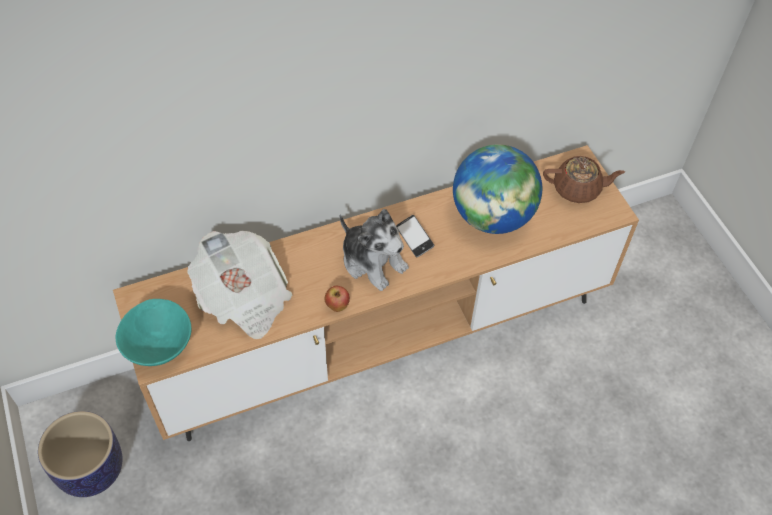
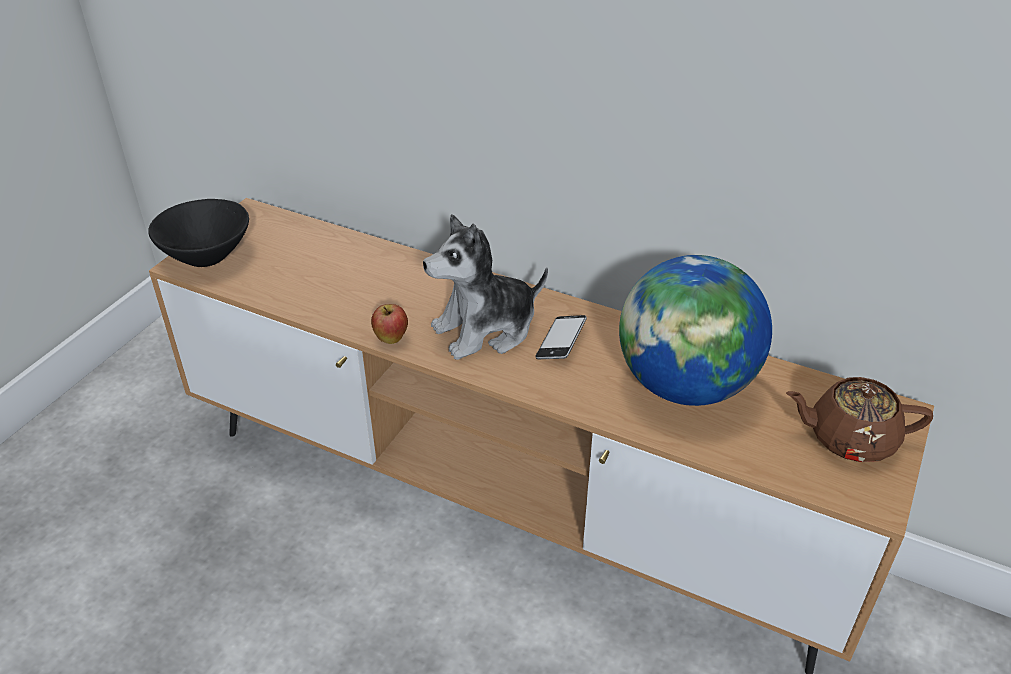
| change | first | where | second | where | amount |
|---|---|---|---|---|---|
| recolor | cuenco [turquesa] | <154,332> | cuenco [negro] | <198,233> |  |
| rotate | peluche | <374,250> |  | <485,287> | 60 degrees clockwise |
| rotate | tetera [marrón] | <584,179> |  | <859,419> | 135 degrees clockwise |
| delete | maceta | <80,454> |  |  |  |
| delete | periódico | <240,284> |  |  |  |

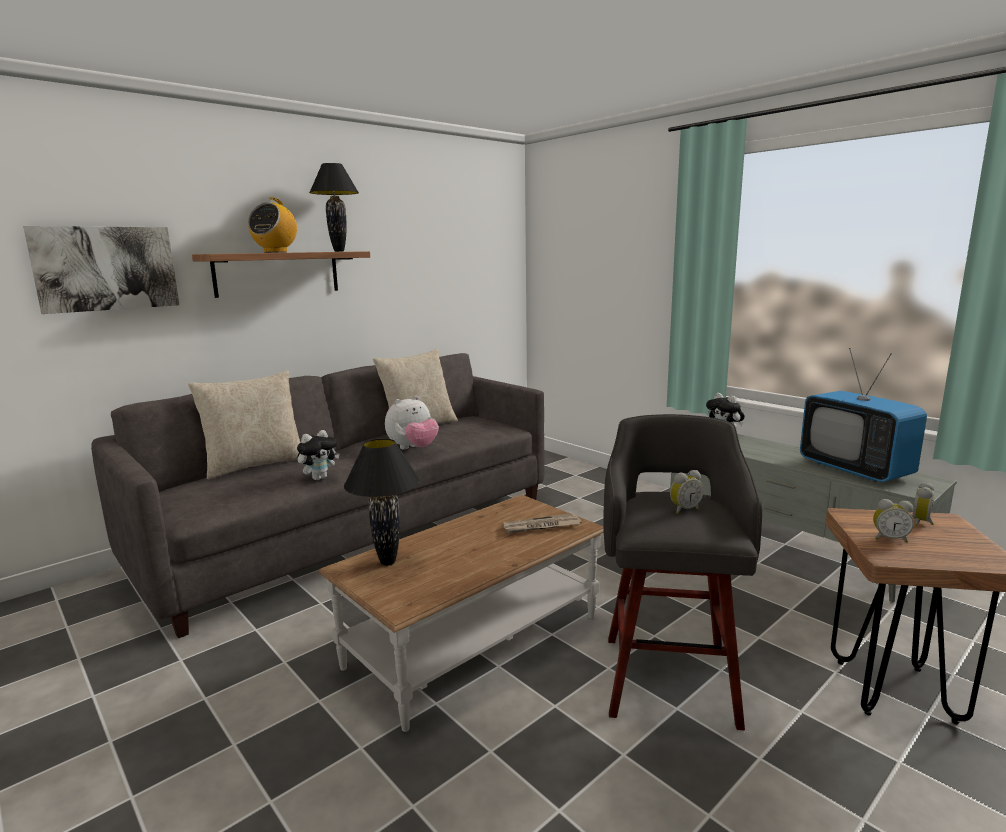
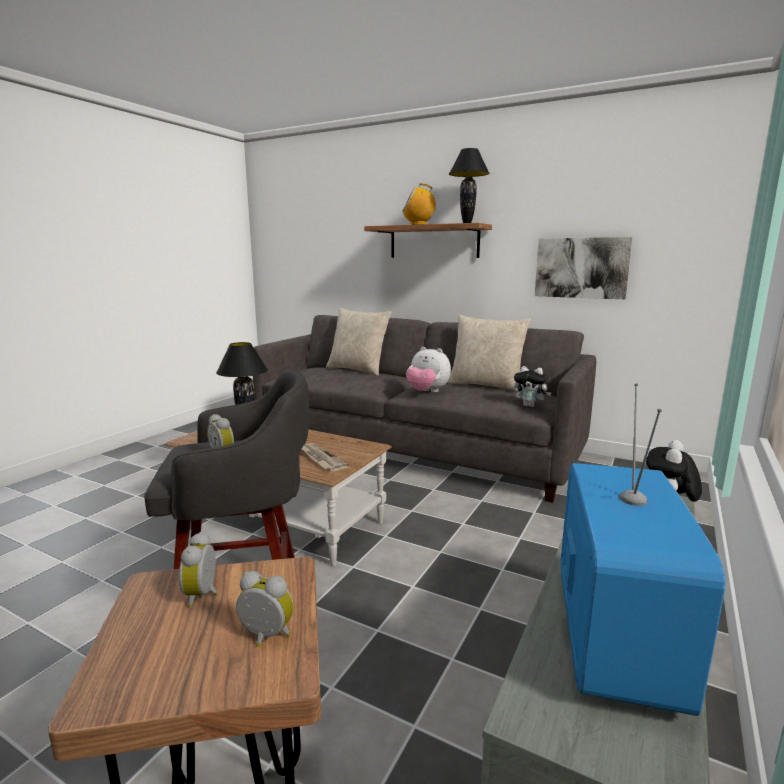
| change | first | where | second | where | amount |
|---|---|---|---|---|---|
| move | peluche | <318,455> |  | <533,386> |  |
| move | cuadro | <101,270> |  | <584,268> |  |
| rotate | televisor | <863,415> |  | <643,550> | 150 degrees clockwise |

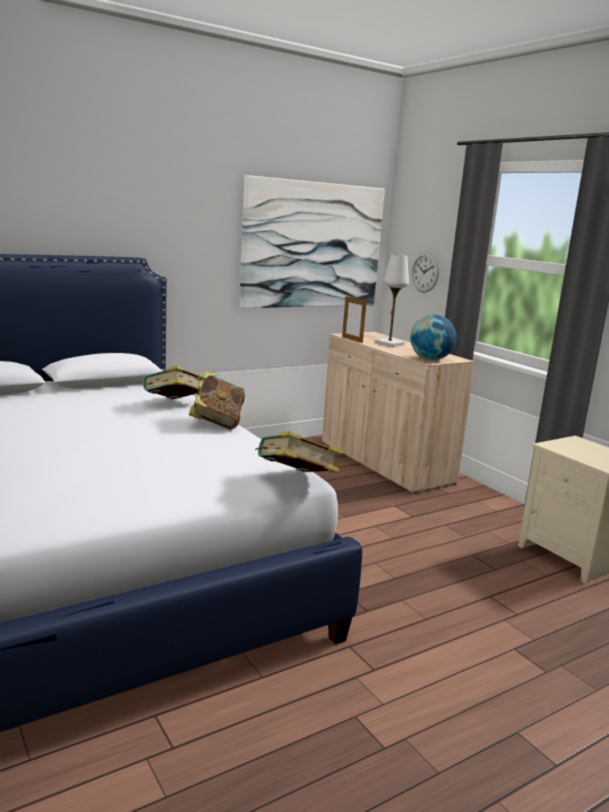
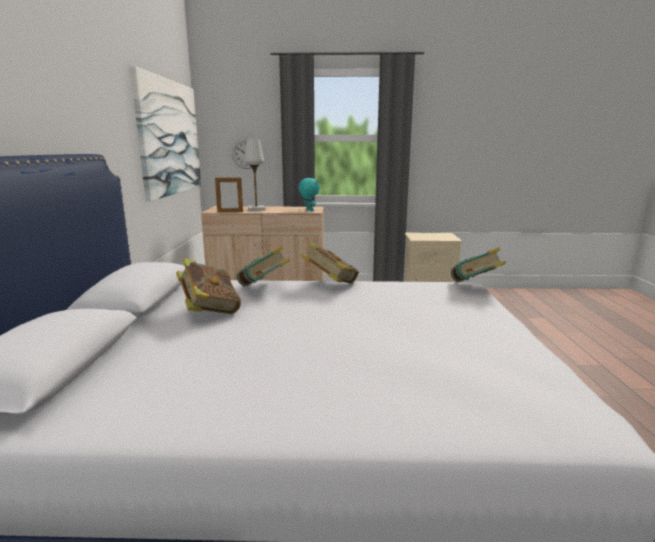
| change | first | where | second | where | amount |
|---|---|---|---|---|---|
| insert |  |  | libro | <208,286> |  |
| replace | globo terráqueo | <433,337> | peluche [turquesa] | <309,194> |  |

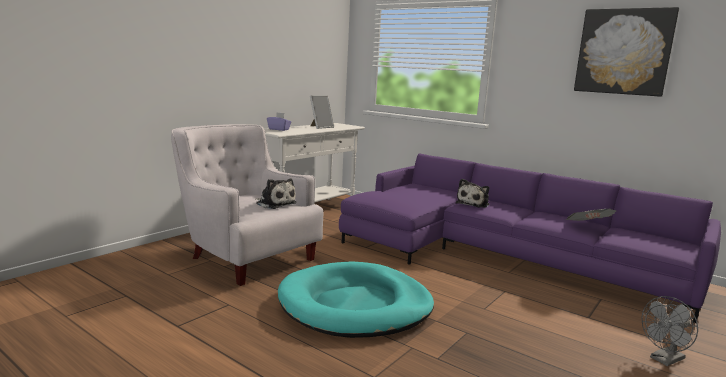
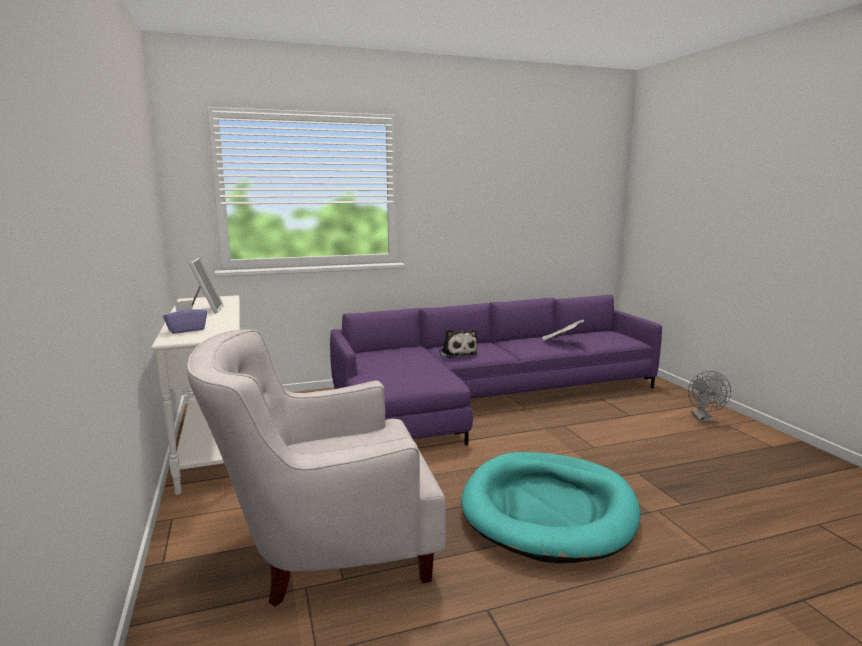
| change | first | where | second | where | amount |
|---|---|---|---|---|---|
| delete | peluche | <276,193> |  |  |  |
| delete | cuadro | <626,52> |  |  |  |

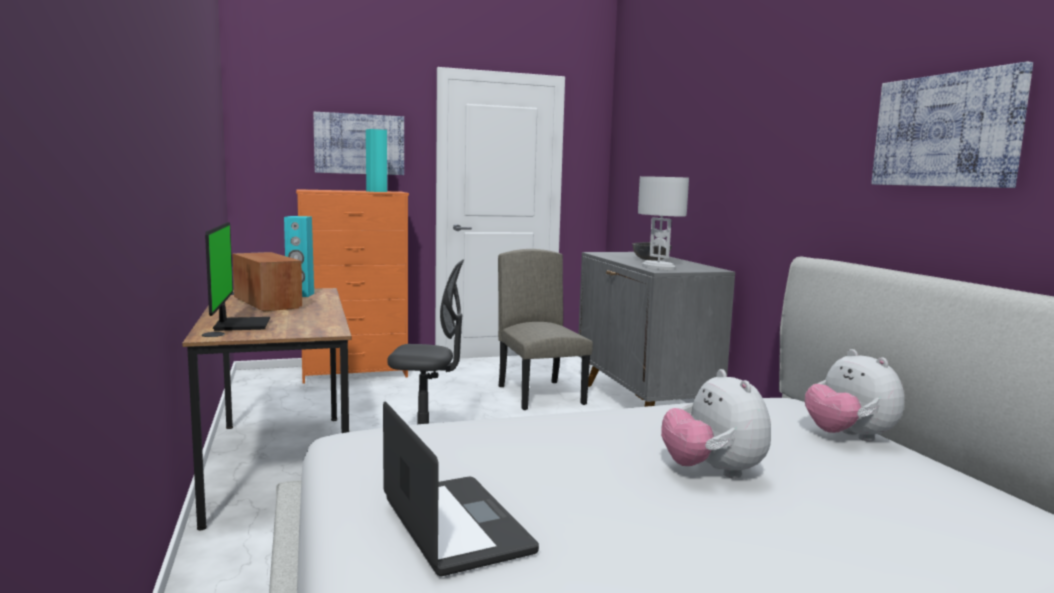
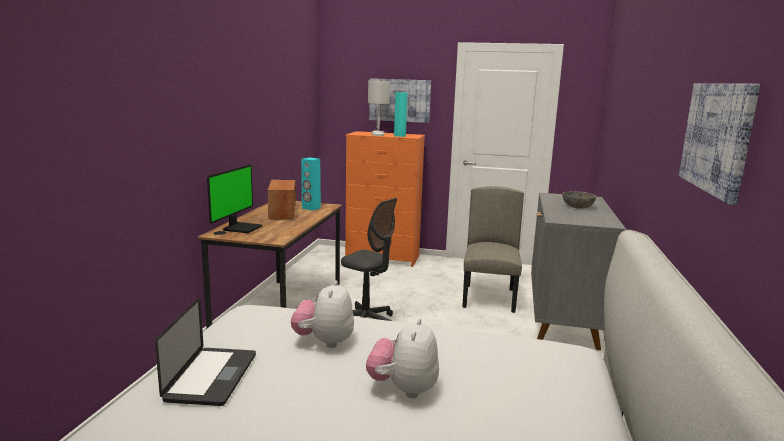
| change | first | where | second | where | amount |
|---|---|---|---|---|---|
| move | peluche | <854,395> |  | <322,314> |  |
| move | lámpara de mesa [blanco] | <663,223> |  | <379,108> |  |

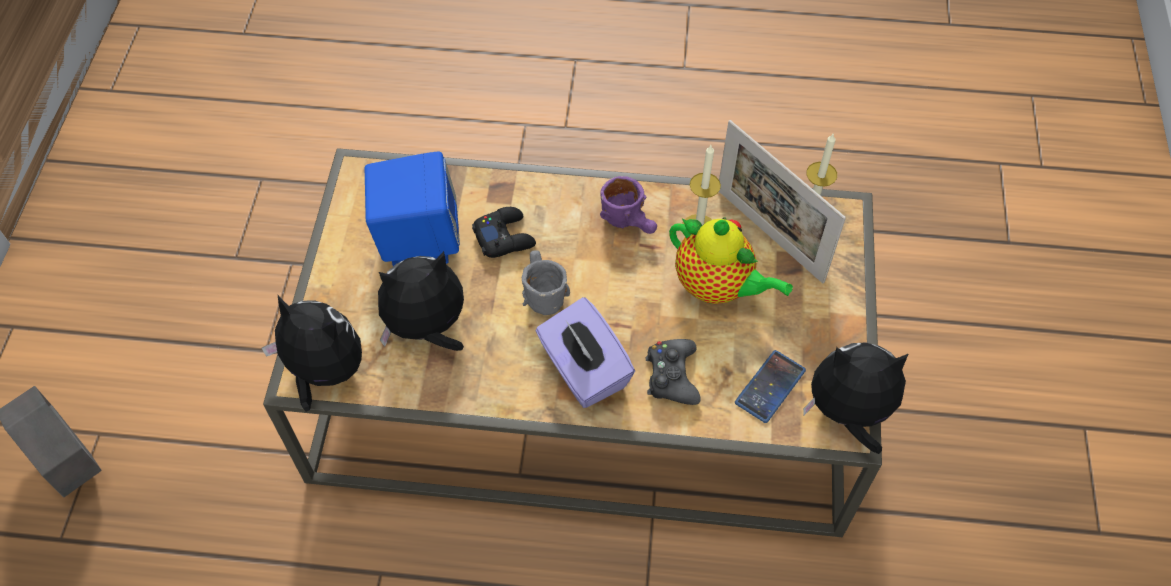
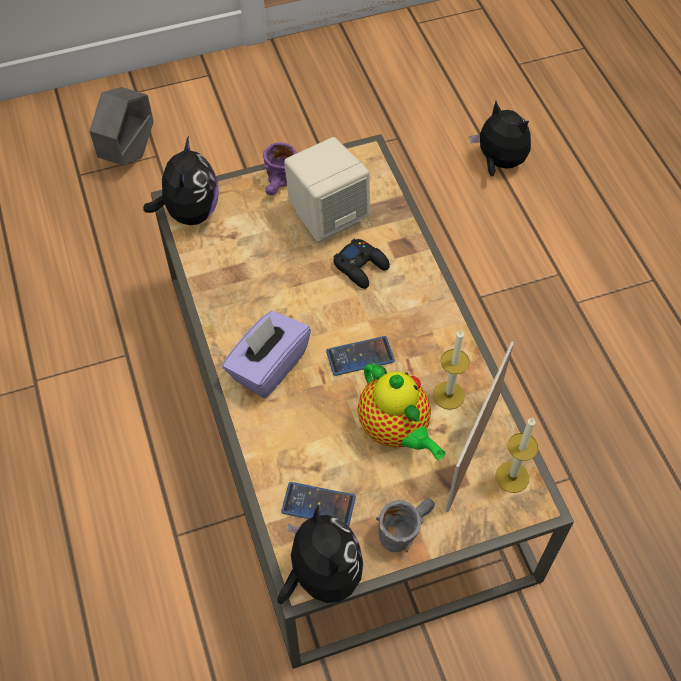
| change | first | where | second | where | amount |
|---|---|---|---|---|---|
| move | taza grande [morado] | <628,205> |  | <280,168> |  |
| recolor | altavoz [azul] | <412,208> | altavoz [beis] | <327,189> |  |
| insert |  |  | móvil | <360,356> |  |
| rotate | tetera | <731,260> |  | <401,411> | 45 degrees counterclockwise |
| move | taza grande [gris] | <546,282> |  | <405,525> |  |
| move | peluche | <421,301> |  | <500,138> |  |
| delete | mando de consola [negro] | <673,372> |  |  |  |

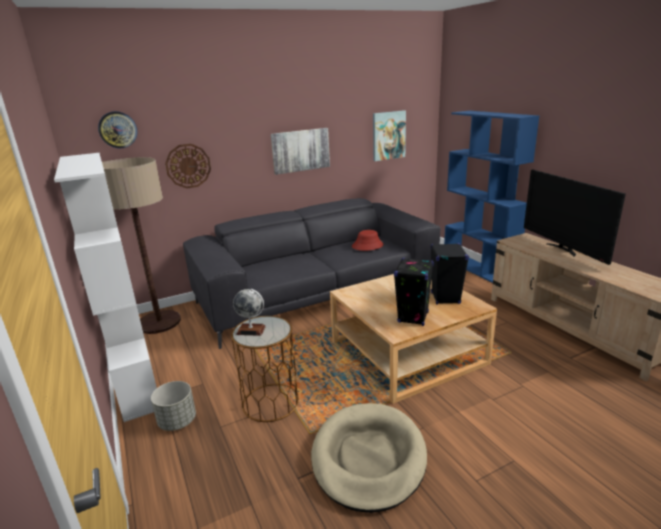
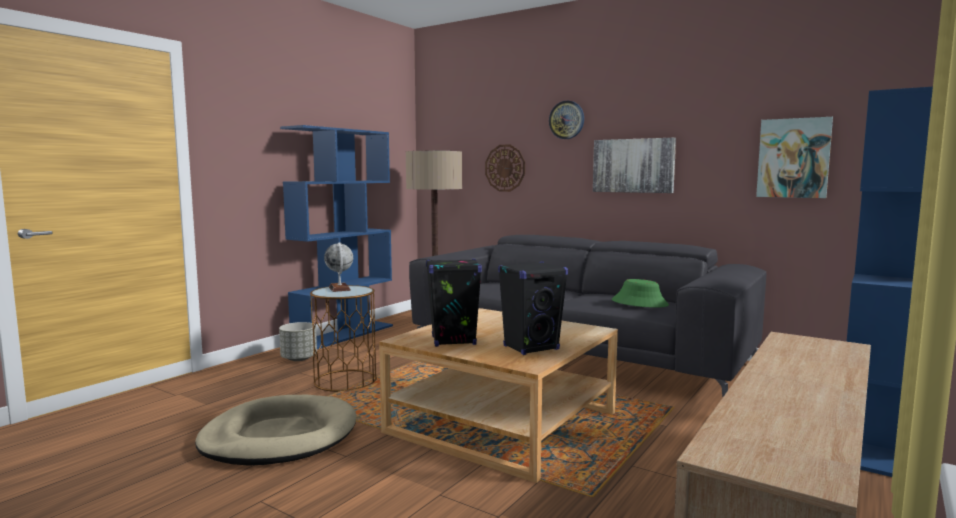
| change | first | where | second | where | amount |
|---|---|---|---|---|---|
| recolor | estantería [blanco] | <105,287> | estantería [azul] | <336,237> |  |
| move | reloj de pared | <117,129> |  | <566,120> |  |
| recolor | sombrero [rojo] | <367,240> | sombrero [verde] | <640,293> |  |
| delete | televisor | <575,217> |  |  |  |

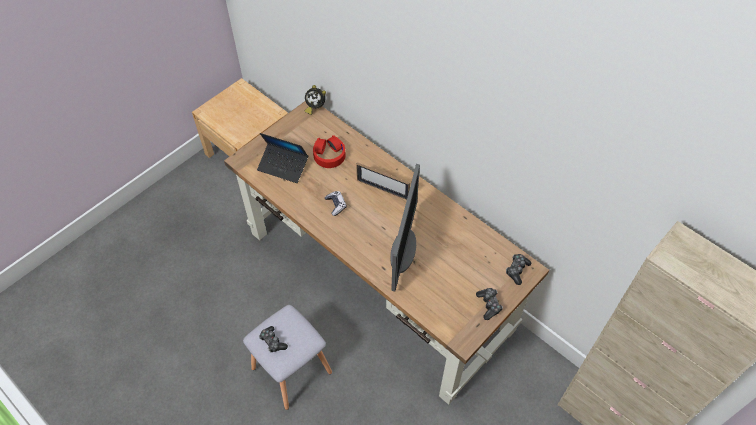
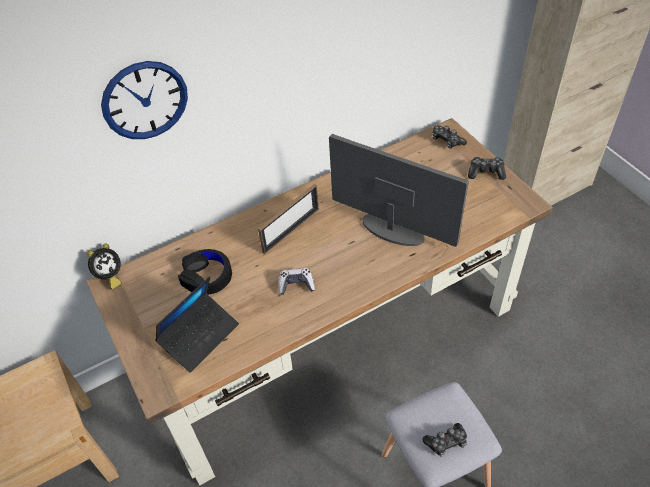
| change | first | where | second | where | amount |
|---|---|---|---|---|---|
| insert |  |  | reloj de pared | <144,100> |  |
| recolor | auriculares [rojo] | <329,151> | auriculares [negro] | <205,272> |  |

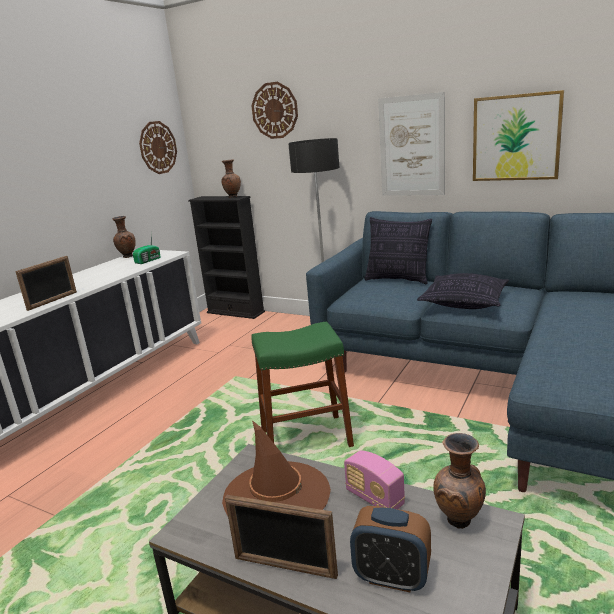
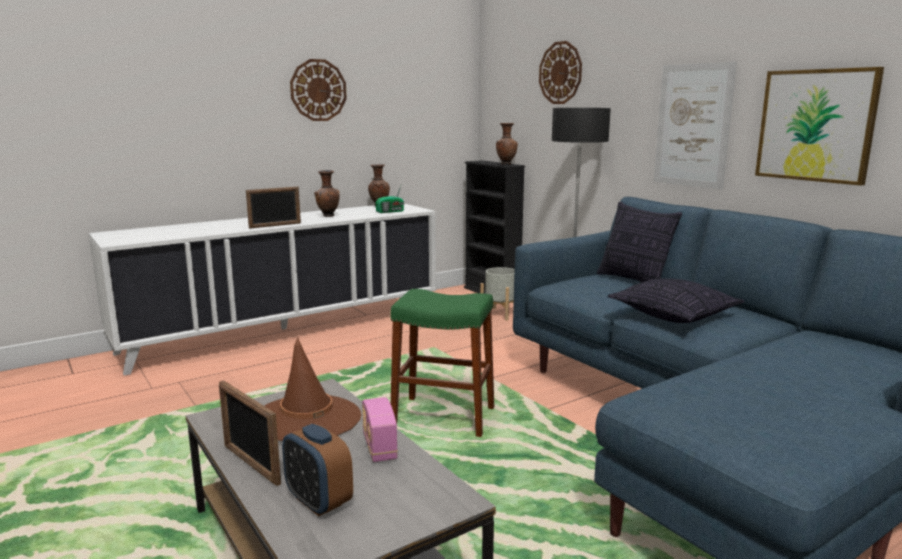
| change | first | where | second | where | amount |
|---|---|---|---|---|---|
| move | reloj de pared | <158,147> |  | <318,90> |  |
| move | florero [marrón] | <459,481> |  | <327,193> |  |
| insert |  |  | maceta [gris] | <497,294> |  |

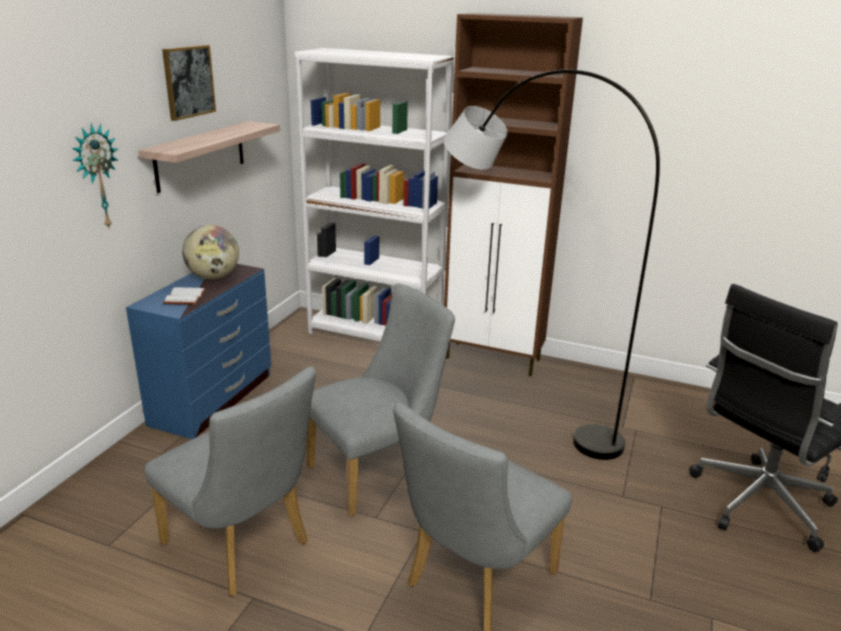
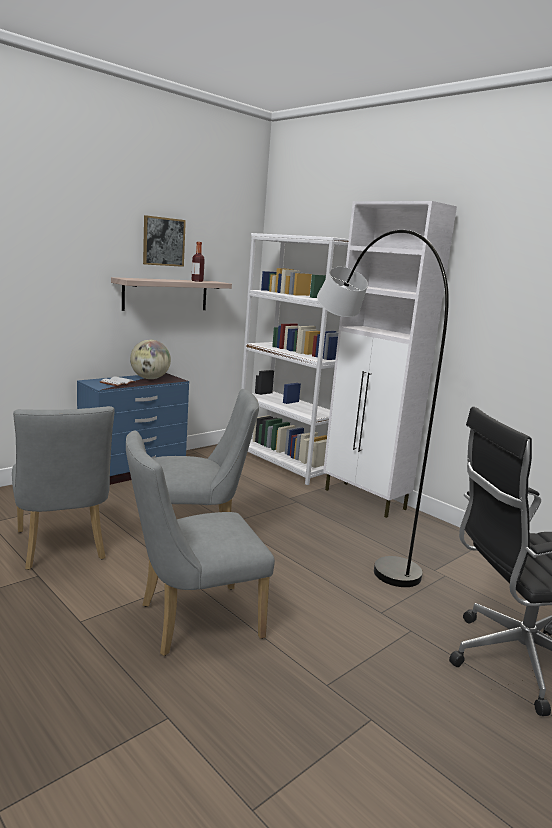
| change | first | where | second | where | amount |
|---|---|---|---|---|---|
| insert |  |  | botella | <198,262> |  |
| recolor | armario [marrón] | <513,194> | armario [blanco] | <390,359> |  |
| delete | reloj de pared | <95,176> |  |  |  |

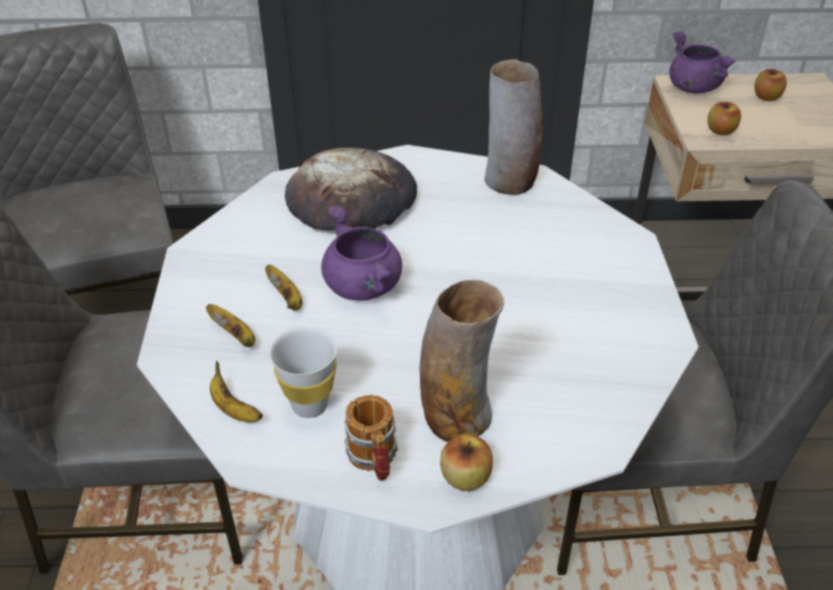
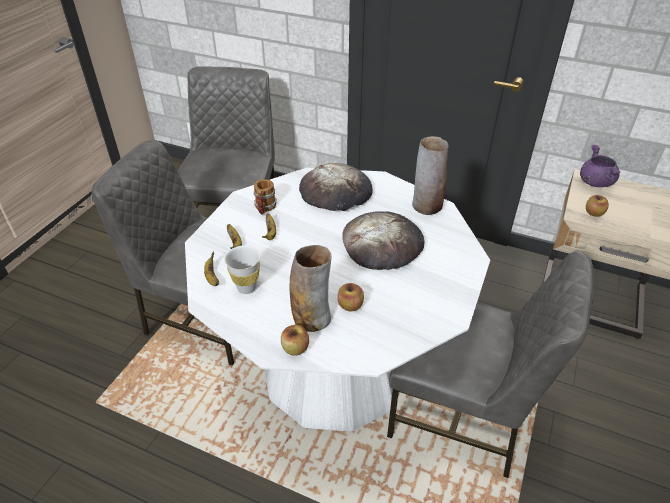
| change | first | where | second | where | amount |
|---|---|---|---|---|---|
| move | taza grande | <371,437> |  | <265,197> |  |
| move | manzana | <770,85> |  | <351,297> |  |
| insert |  |  | pan | <383,240> |  |
| delete | olla [morado] | <361,253> |  |  |  |

